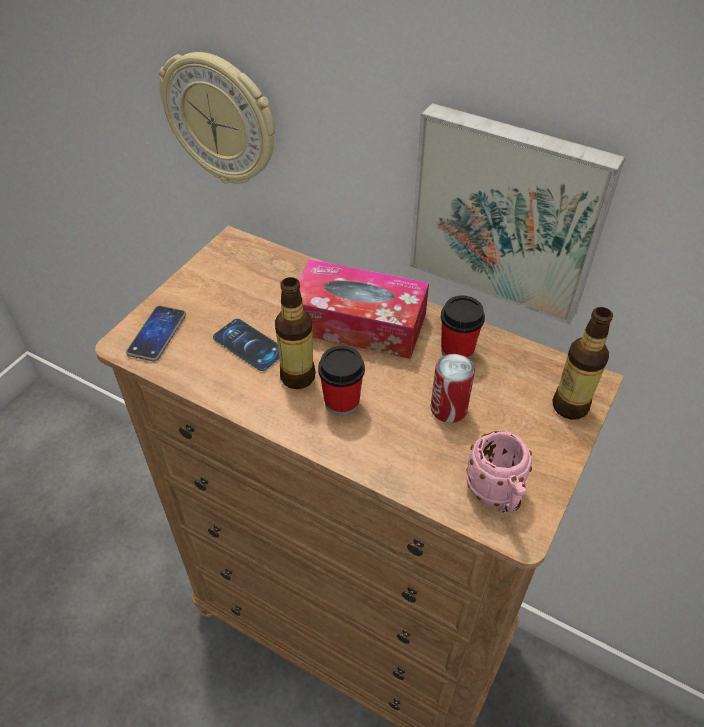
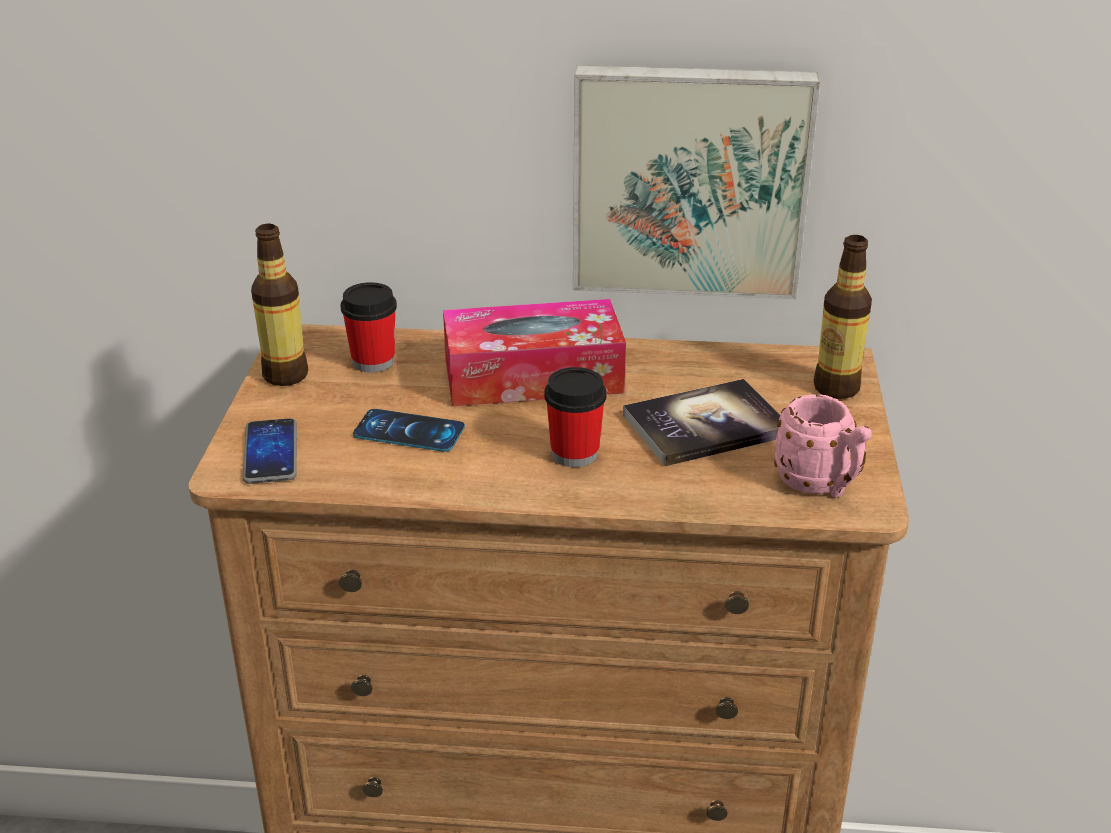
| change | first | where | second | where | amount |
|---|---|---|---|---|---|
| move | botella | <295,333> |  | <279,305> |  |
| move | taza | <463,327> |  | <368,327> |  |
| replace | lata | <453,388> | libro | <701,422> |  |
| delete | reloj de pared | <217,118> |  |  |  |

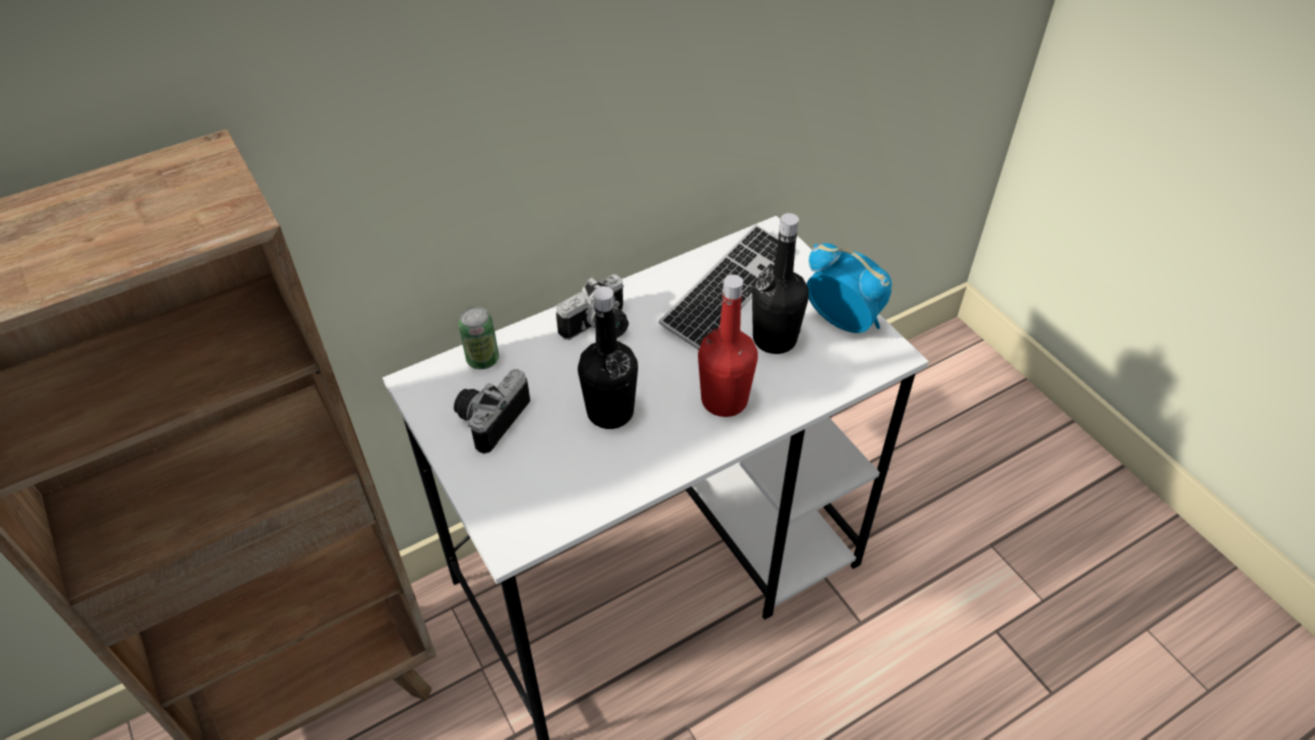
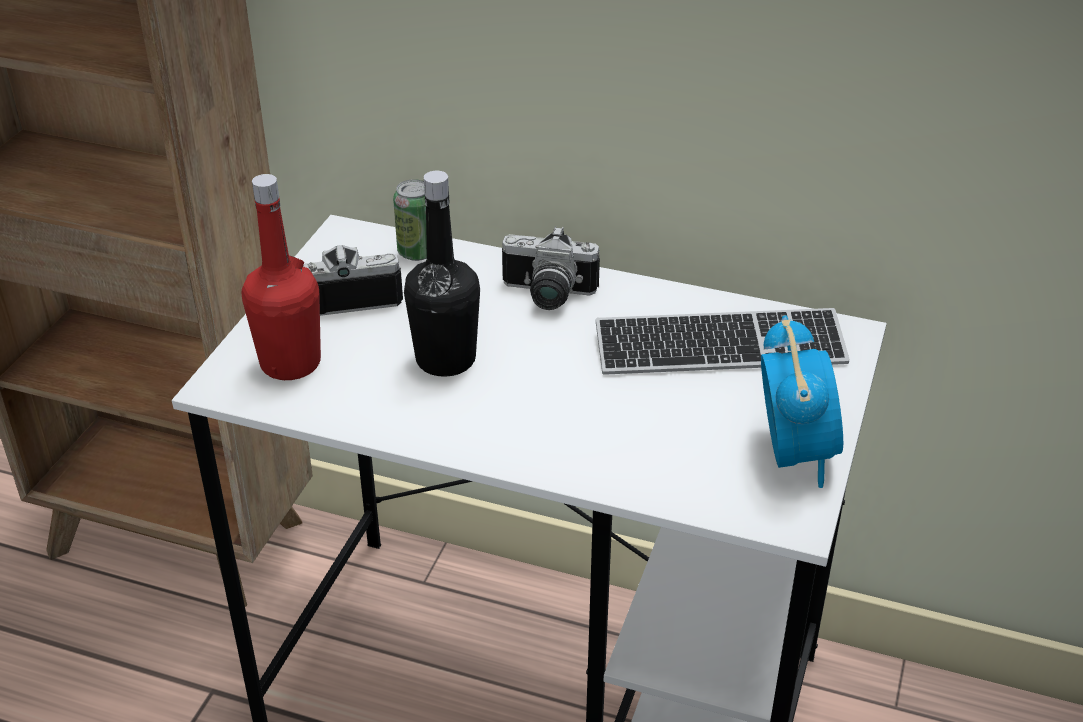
| change | first | where | second | where | amount |
|---|---|---|---|---|---|
| move | botella [rojo] | <728,346> |  | <281,277> |  |
| delete | botella [negro] | <780,283> |  |  |  |

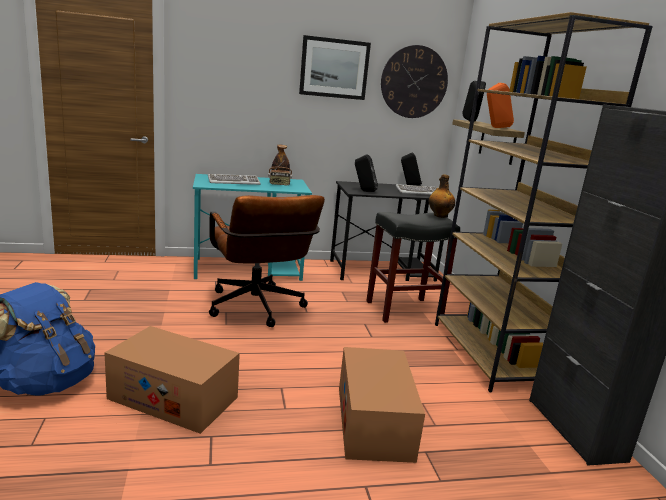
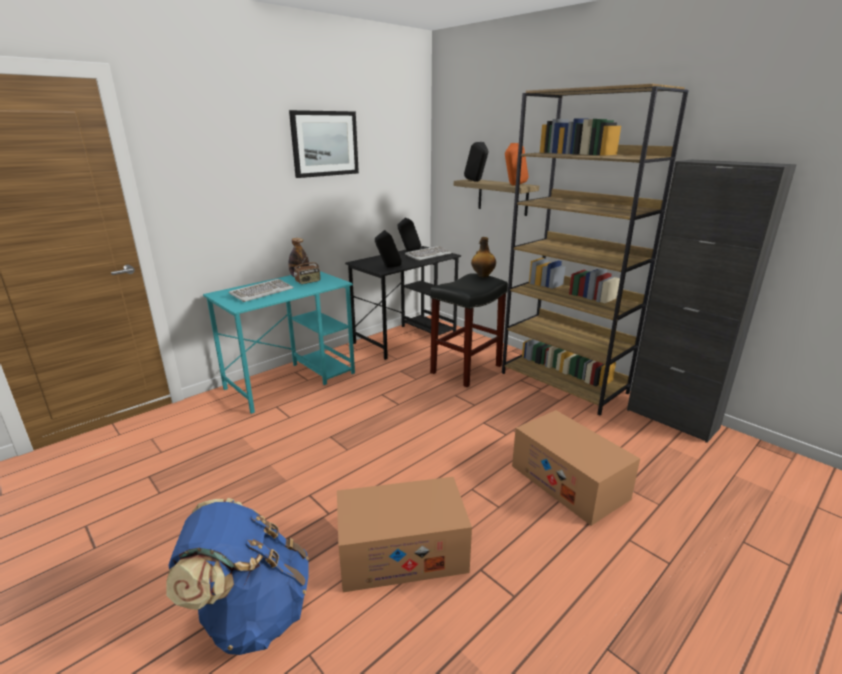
| change | first | where | second | where | amount |
|---|---|---|---|---|---|
| delete | silla de oficina [marrón] | <267,261> |  |  |  |
| delete | reloj de pared | <414,81> |  |  |  |

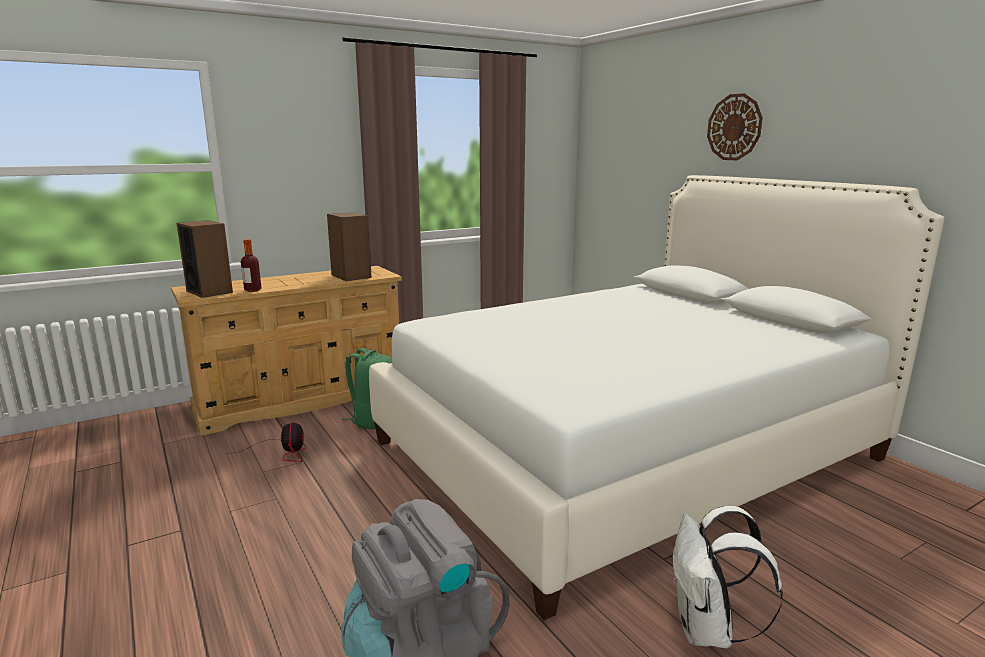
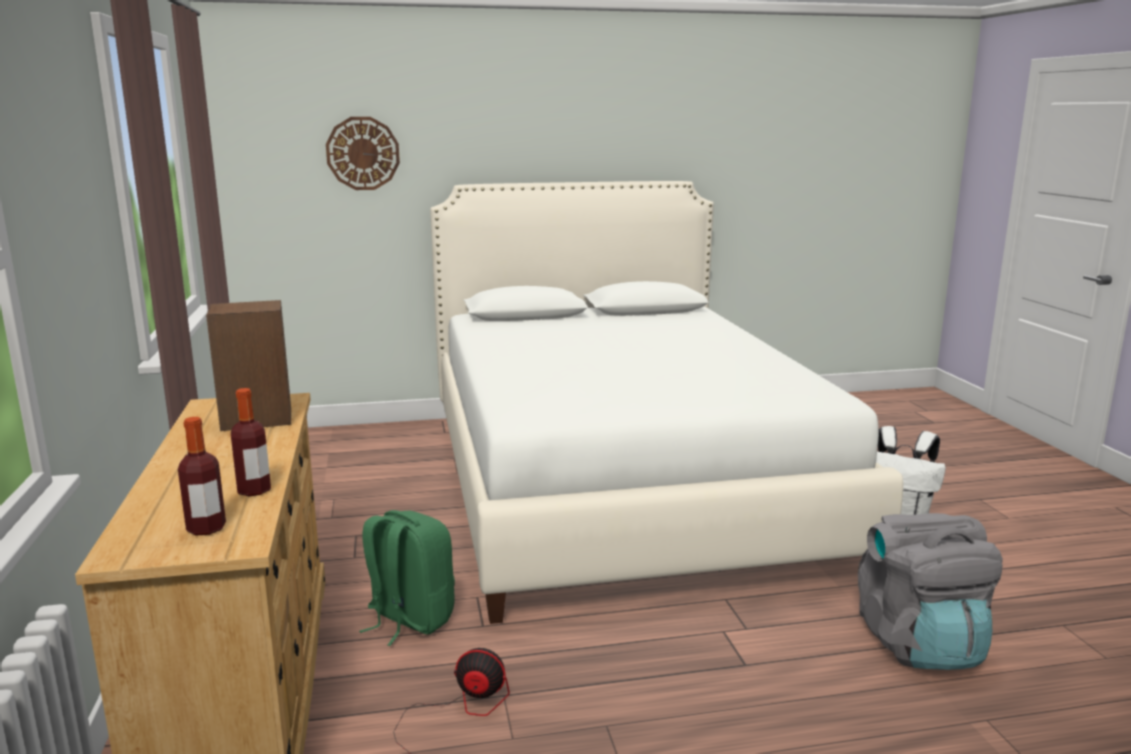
| change | first | where | second | where | amount |
|---|---|---|---|---|---|
| replace | altavoz | <205,259> | botella | <202,476> |  |
| move | reloj de pared | <735,126> |  | <363,153> |  |

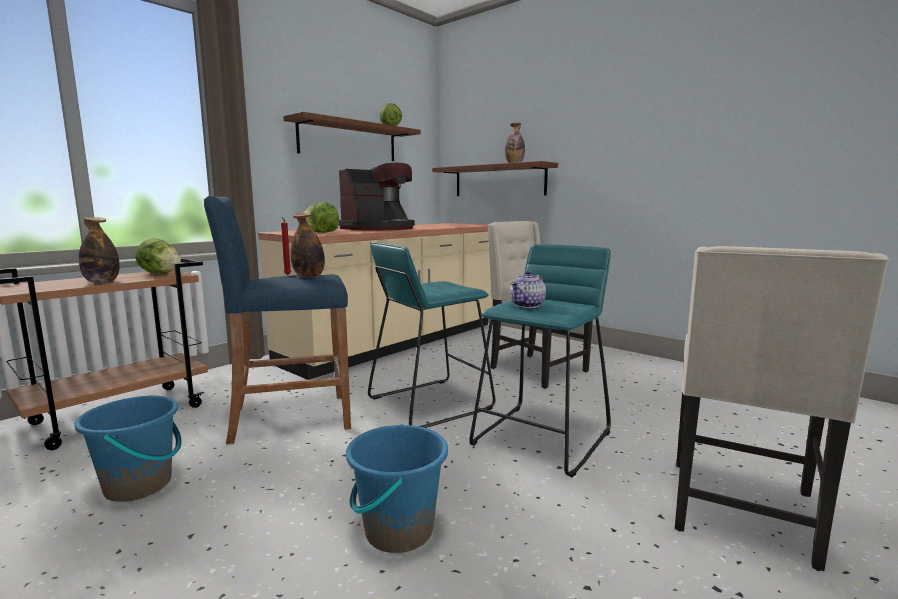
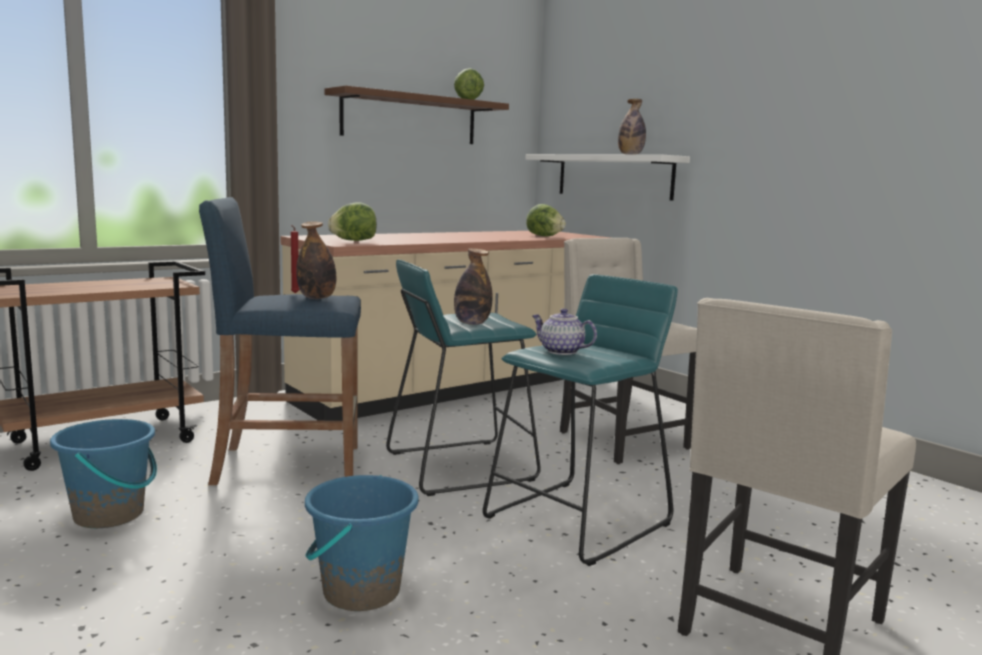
| change | first | where | second | where | amount |
|---|---|---|---|---|---|
| move | botella | <99,250> |  | <473,286> |  |
| recolor | estante [marrón] | <495,178> | estante [blanco] | <608,177> |  |
| move | lechuga | <158,256> |  | <546,220> |  |
| rotate | tetera | <528,289> |  | <564,331> | 75 degrees clockwise |
| delete | cafetera | <376,196> |  |  |  |

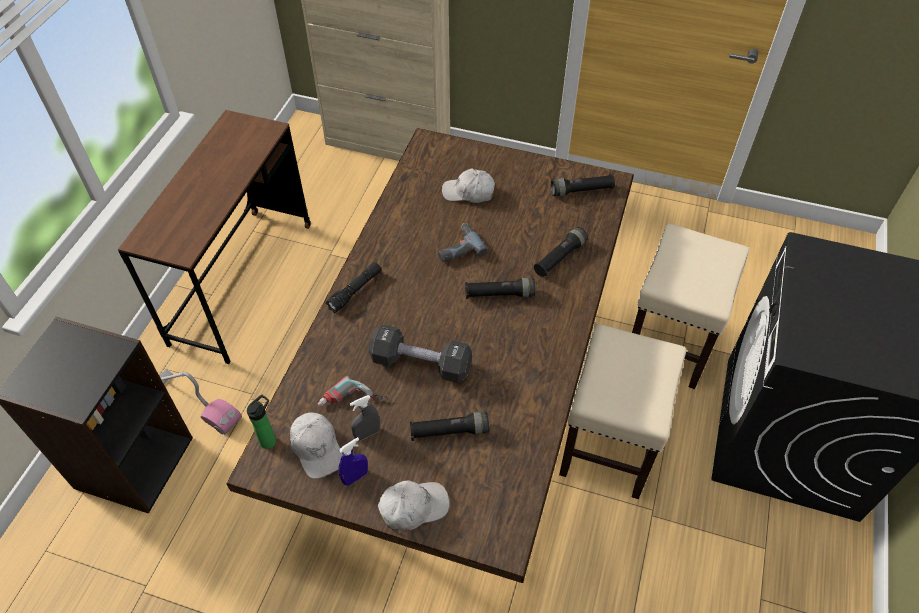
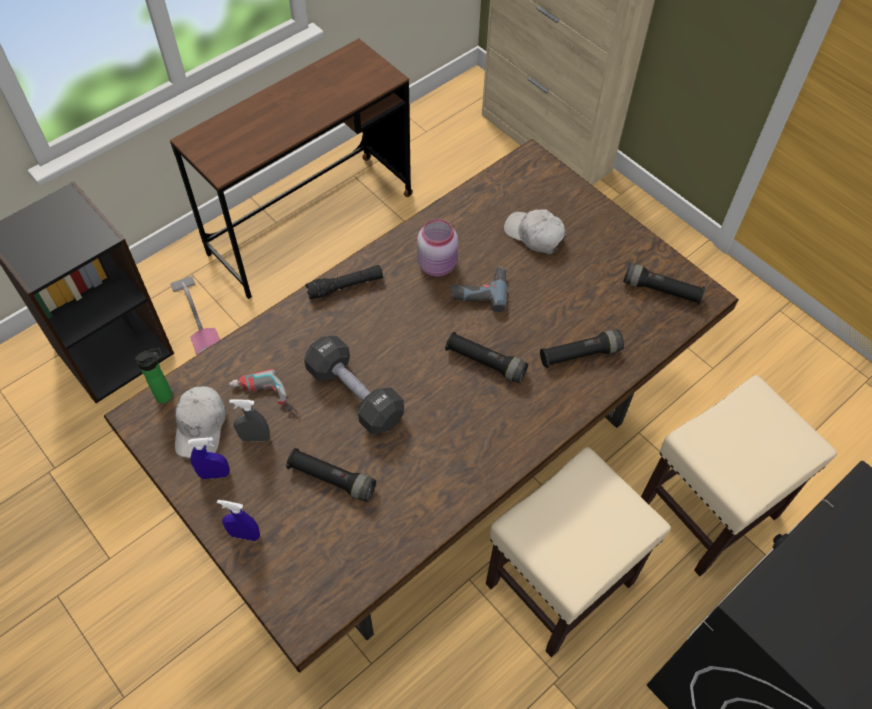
| change | first | where | second | where | amount |
|---|---|---|---|---|---|
| replace | gorra [blanco] | <414,505> | pulverizador [azul] | <238,520> |  |
| insert |  |  | tarro [rosa] | <437,248> |  |

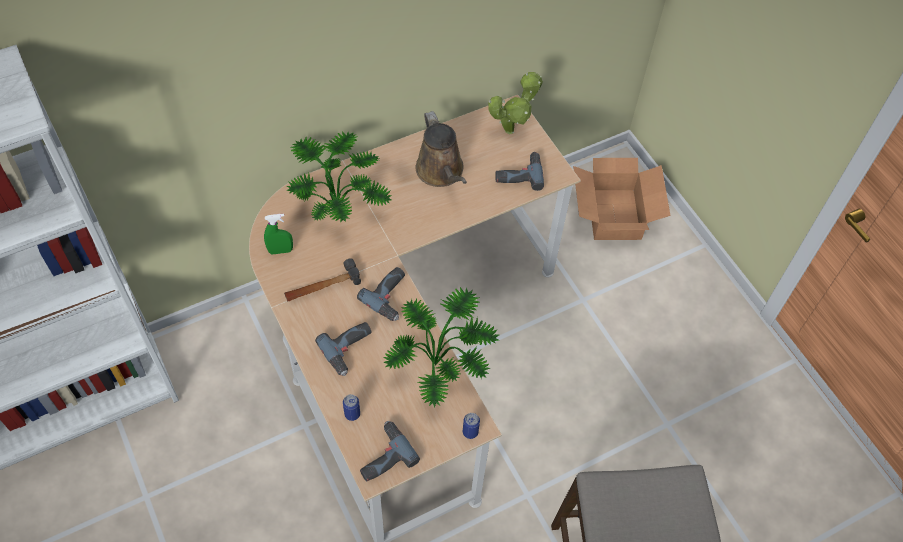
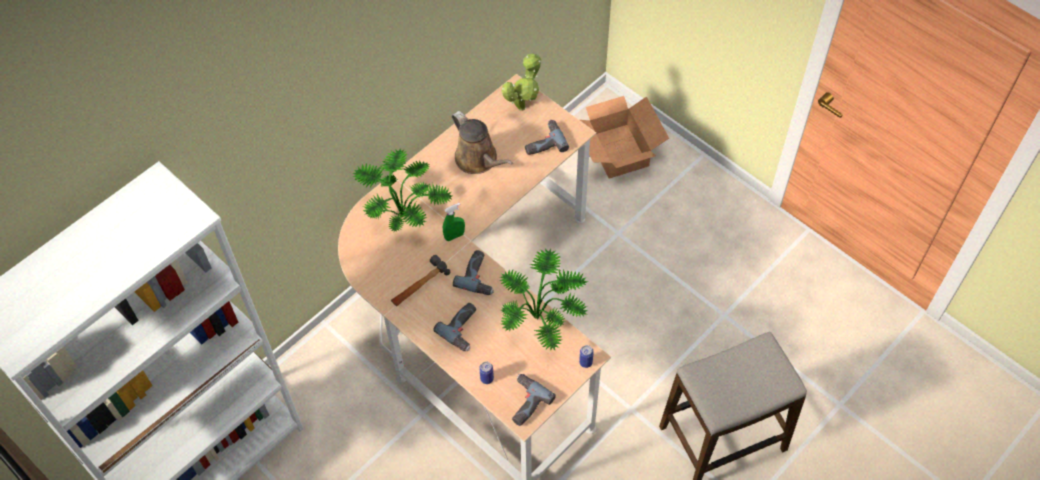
| change | first | where | second | where | amount |
|---|---|---|---|---|---|
| move | pulverizador [verde] | <278,234> |  | <454,222> |  |

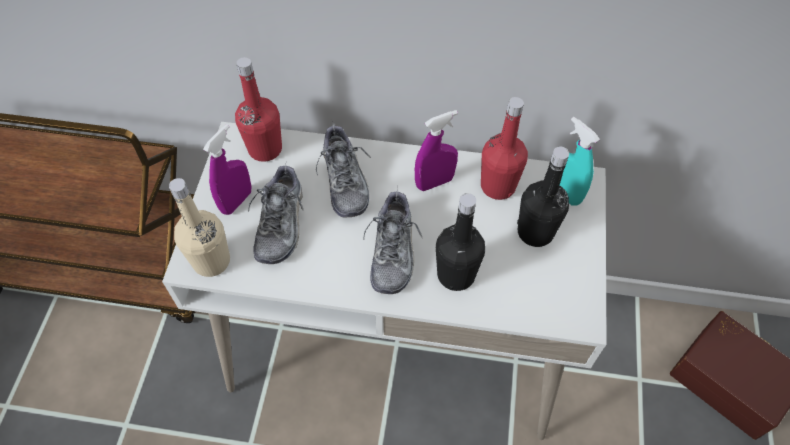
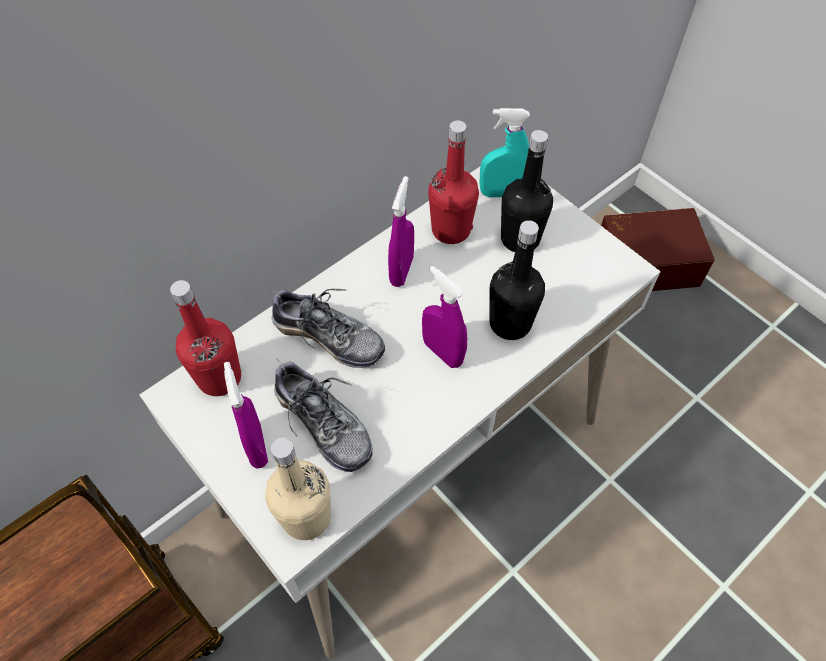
| change | first | where | second | where | amount |
|---|---|---|---|---|---|
| replace | zapato | <392,240> | pulverizador [morado] | <444,317> |  |

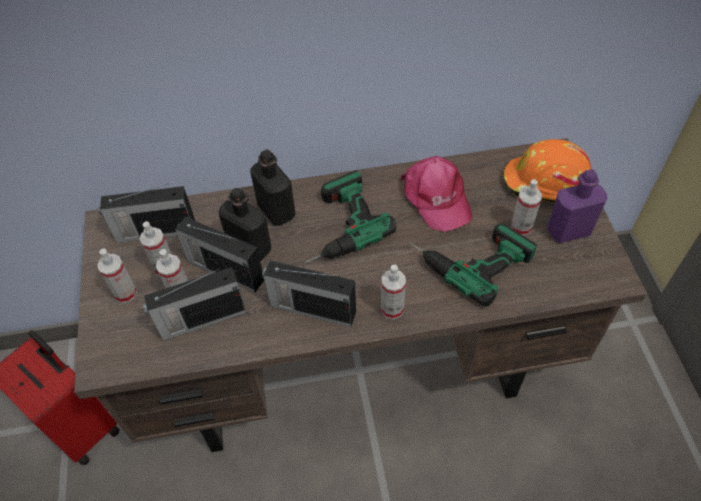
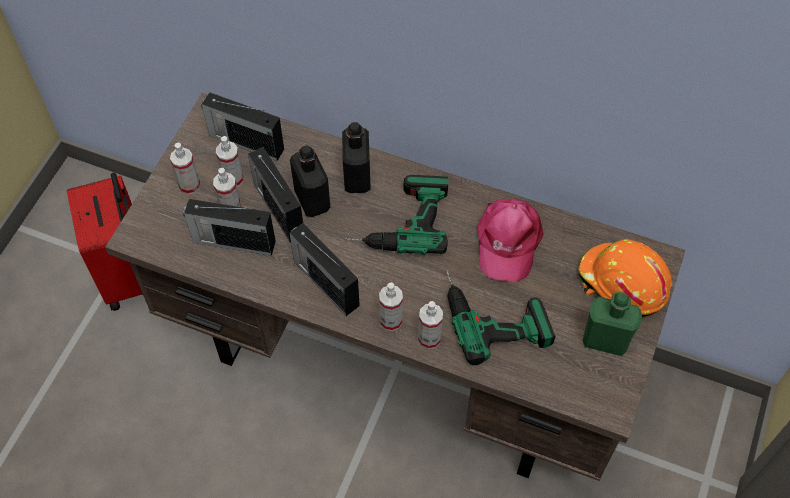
| change | first | where | second | where | amount |
|---|---|---|---|---|---|
| move | pulverizador | <526,207> |  | <430,325> |  |
| recolor | botella [morado] | <577,206> | botella [verde] | <612,324> |  |

